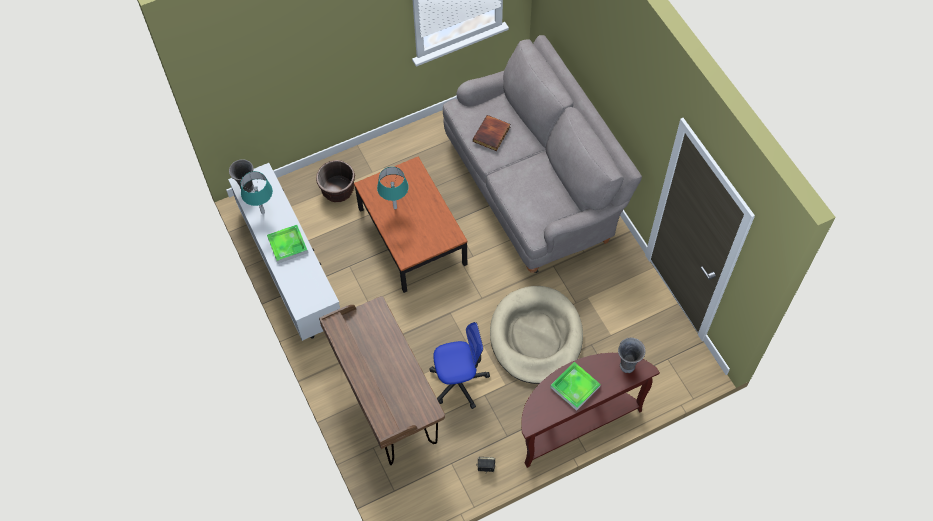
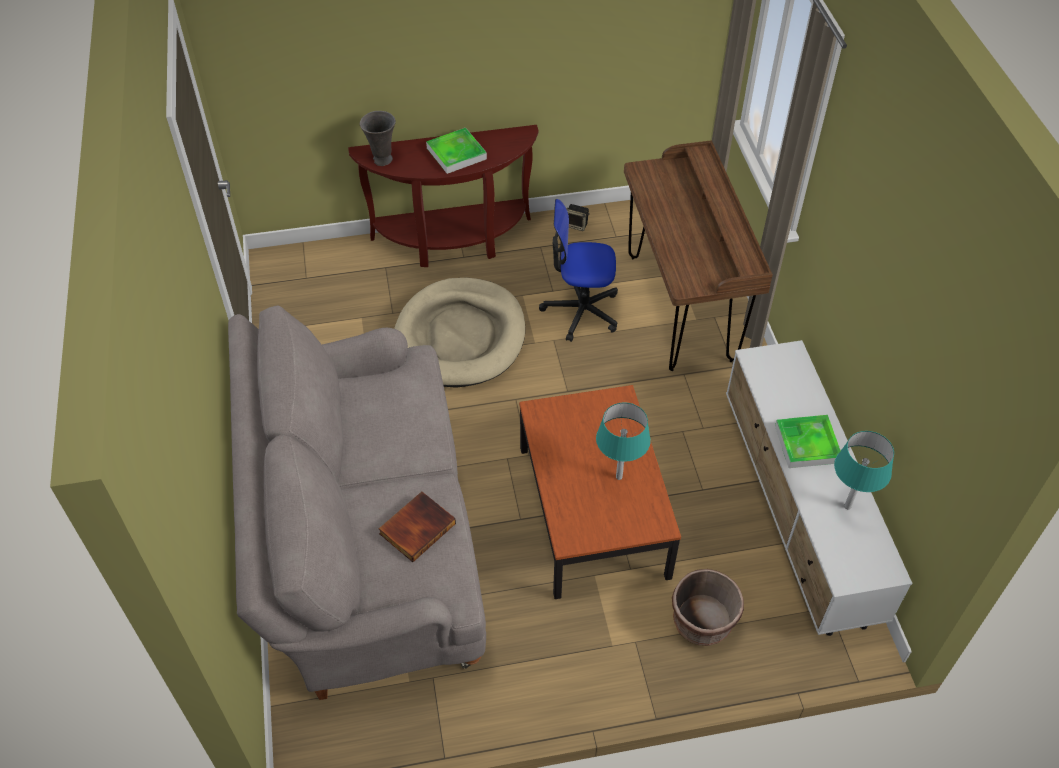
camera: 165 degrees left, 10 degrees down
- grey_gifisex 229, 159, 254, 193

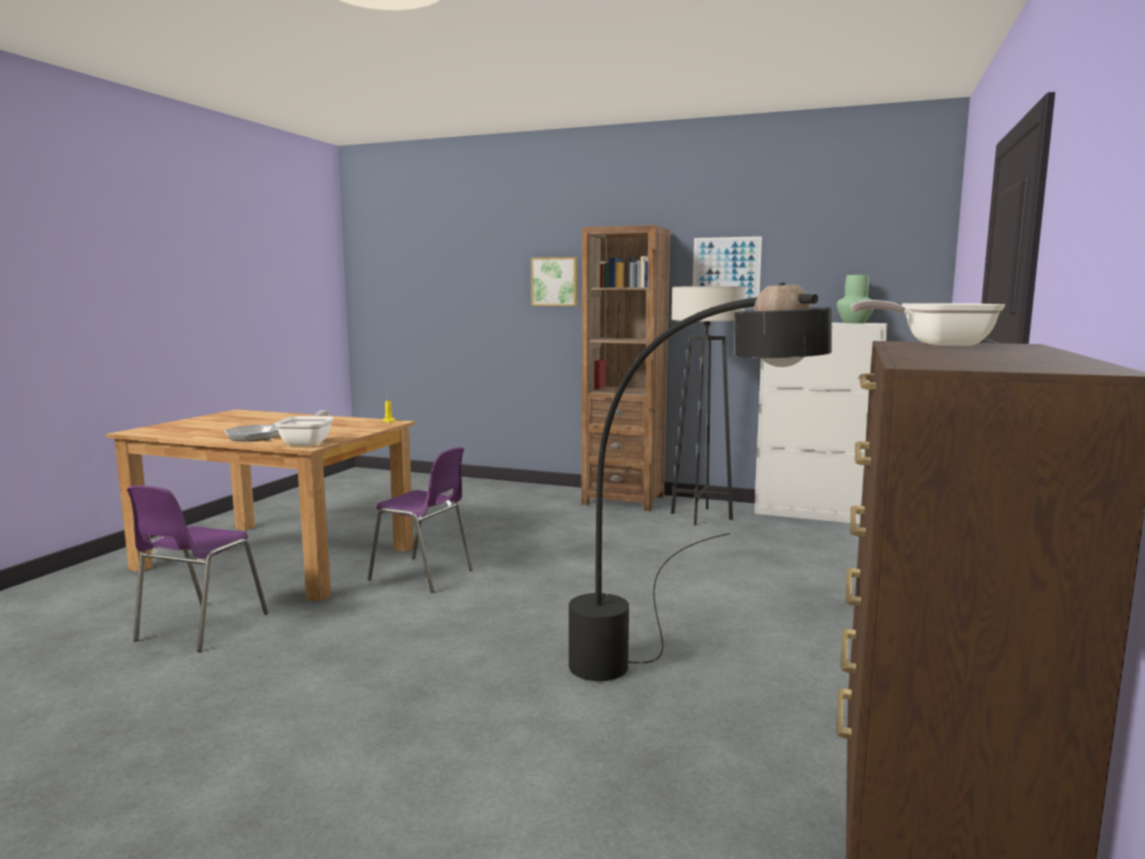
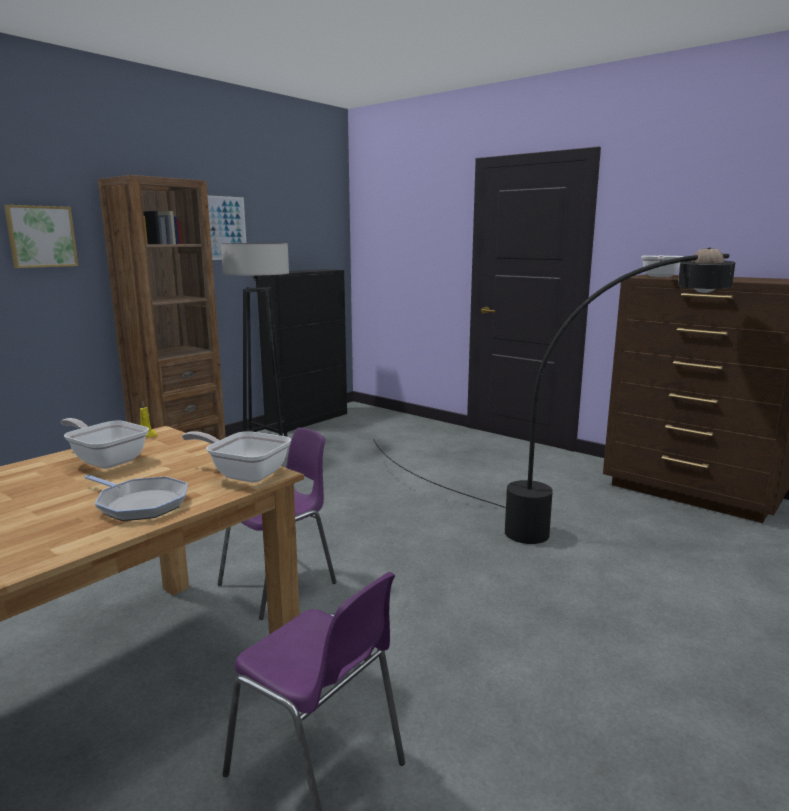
camera: 70 degrees left, 5 degrees up
+ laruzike 60, 418, 149, 469
~ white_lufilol 754, 323, 888, 524 to black_lufilol 257, 269, 347, 433
- green_gifisex 837, 275, 873, 323

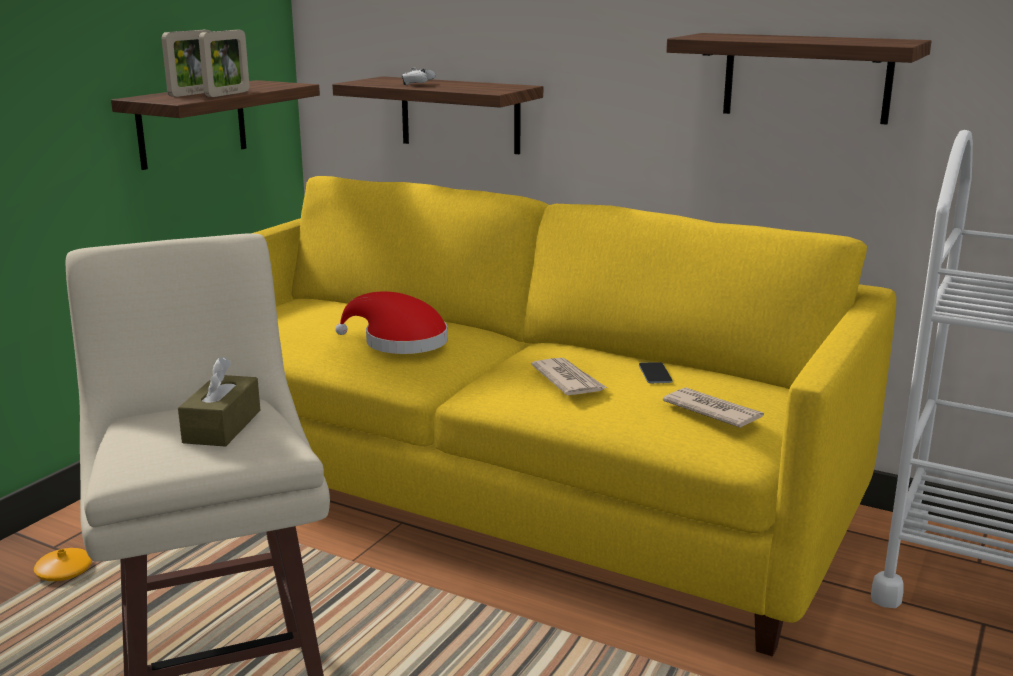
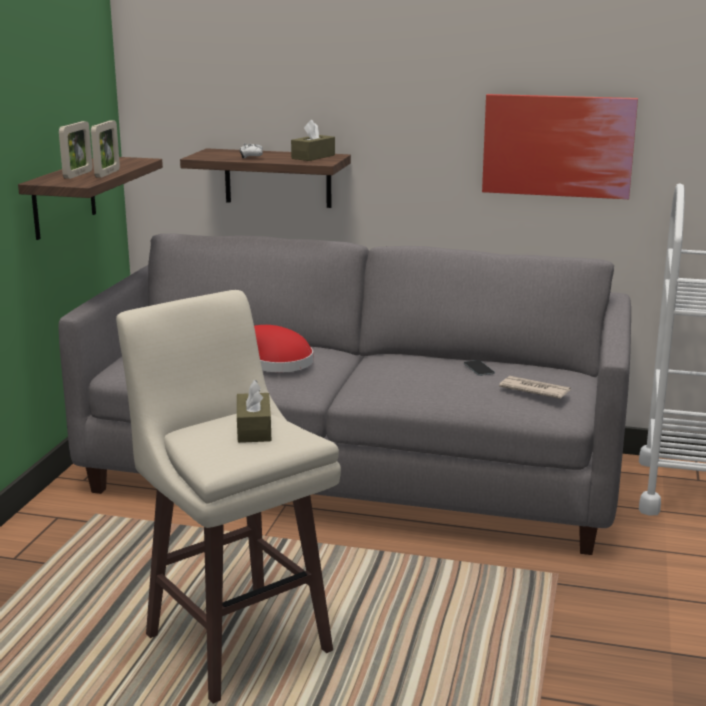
camera: 15 degrees left, 0 degrees up
~ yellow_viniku 254, 176, 896, 657 to grey_viniku 58, 233, 631, 555
+ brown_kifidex 291, 120, 335, 161
~ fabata 666, 33, 932, 125 to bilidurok 482, 94, 638, 199
- orange_gifisex 34, 548, 92, 581
- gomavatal 531, 358, 607, 395

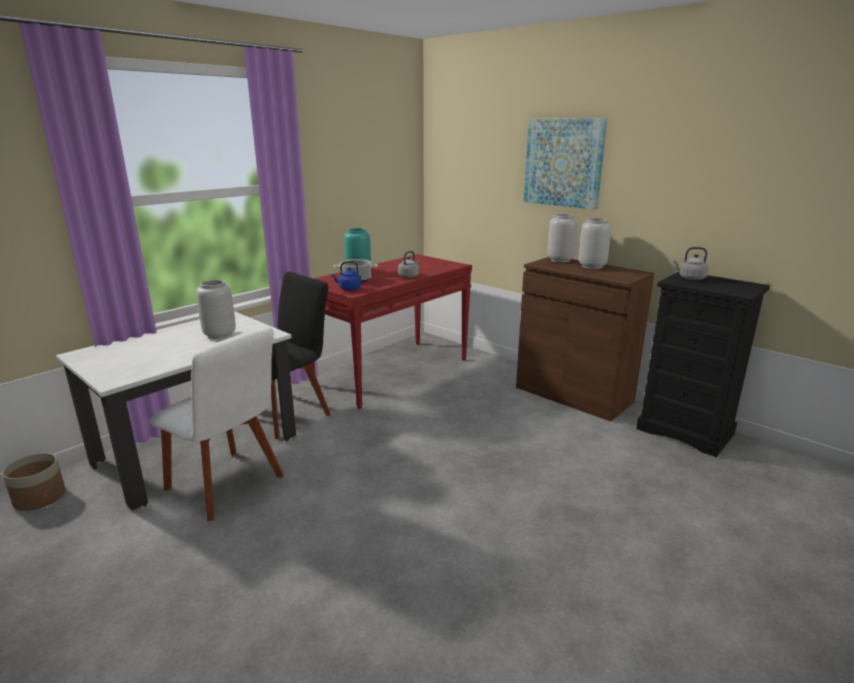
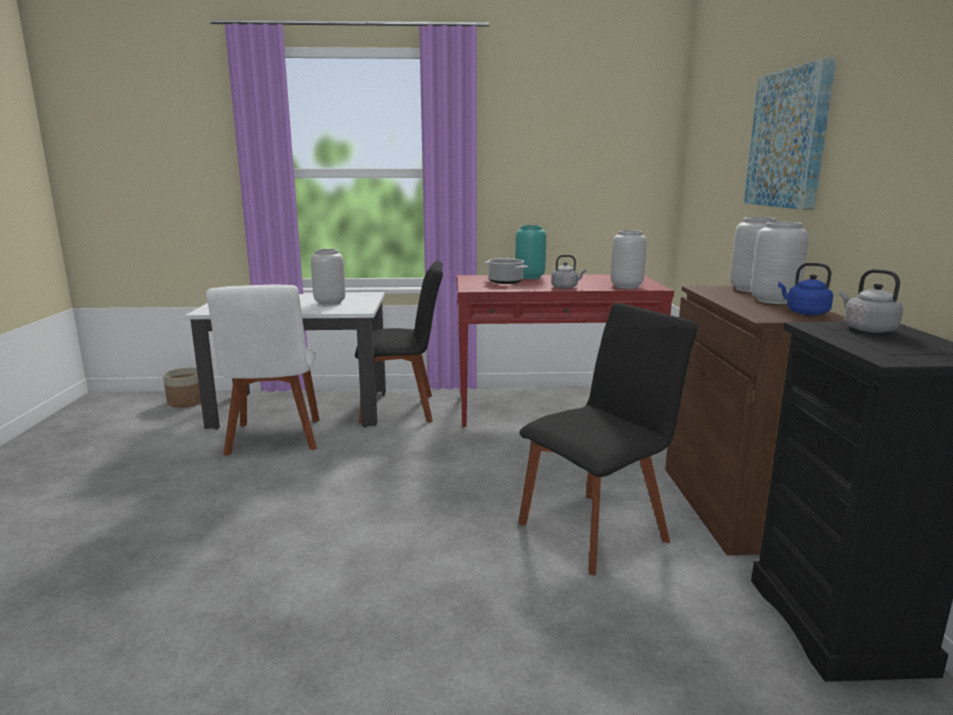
camera: 45 degrees right, 5 degrees down
+ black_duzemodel 518, 303, 698, 575
+ grey_gifisex 611, 230, 647, 289
~ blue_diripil 332, 261, 362, 290 to 778, 263, 833, 315

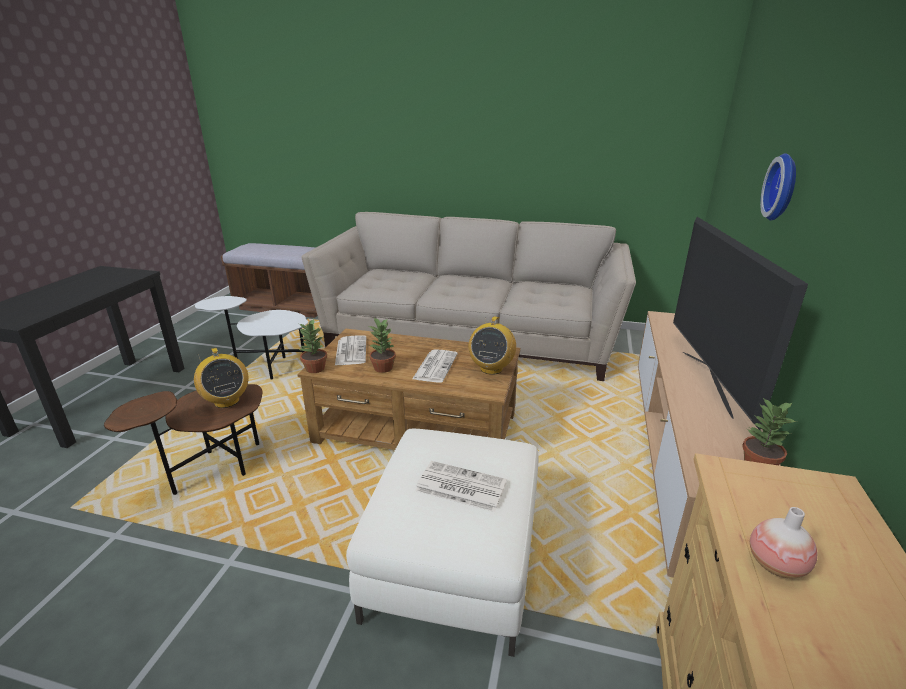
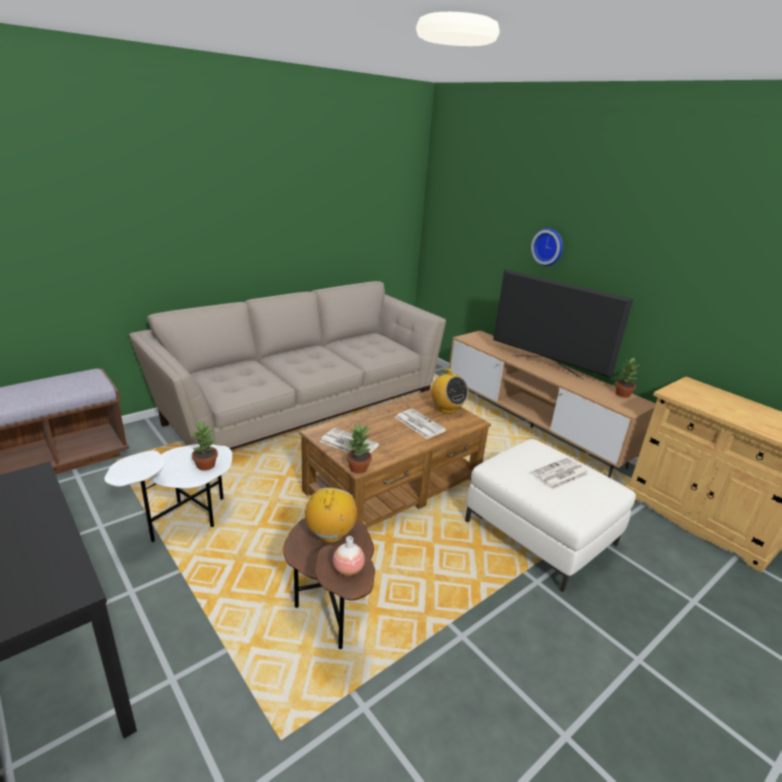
camera: 55 degrees left, 0 degrees up
~ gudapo 369, 317, 396, 373 to 192, 421, 218, 470
~ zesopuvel 194, 348, 249, 408 = 305, 488, 357, 543 90 degrees counterclockwise
~ gifisex 750, 507, 817, 578 to 333, 536, 365, 575

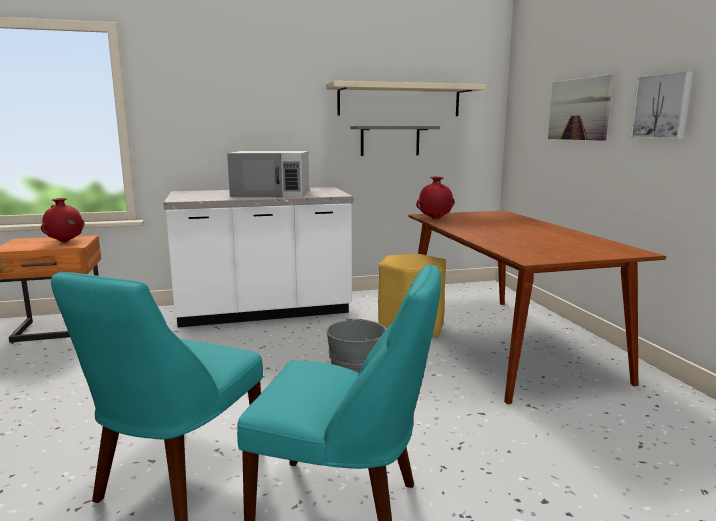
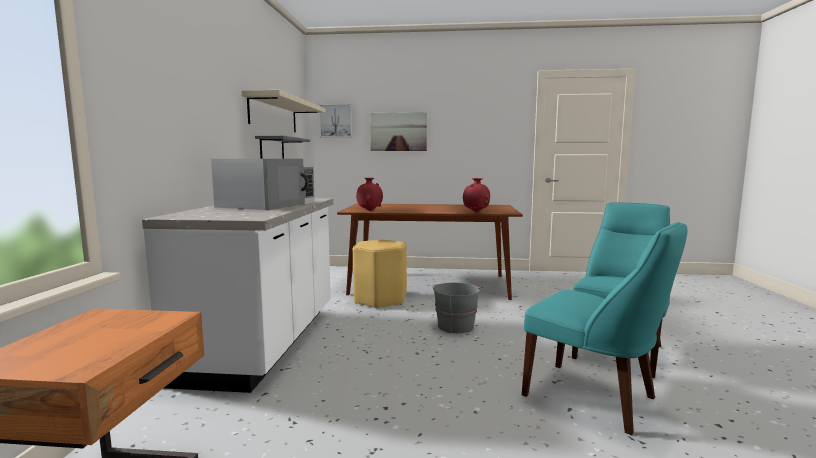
camera: 70 degrees left, 5 degrees down
~ bilidurok 630, 71, 694, 139 to 319, 104, 352, 138
~ red_gifisex 41, 198, 85, 243 to 463, 178, 490, 212

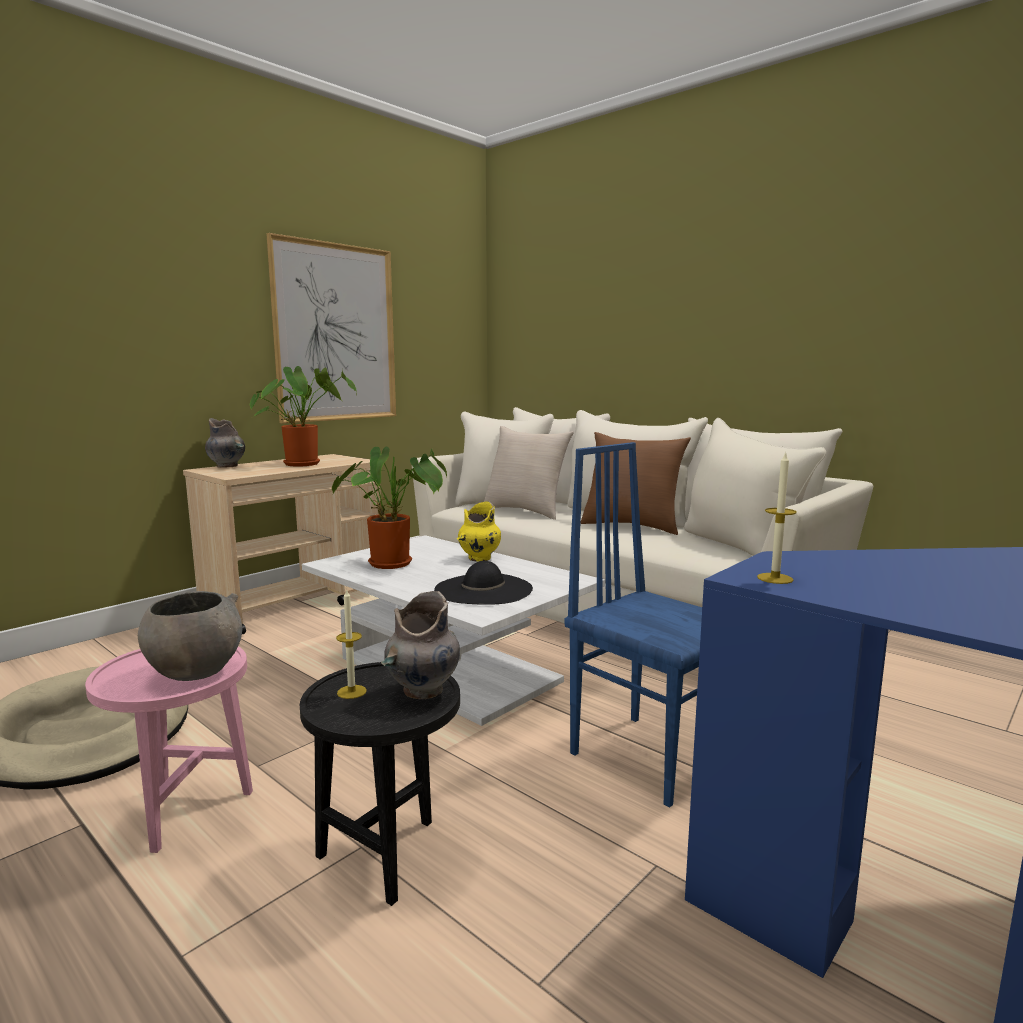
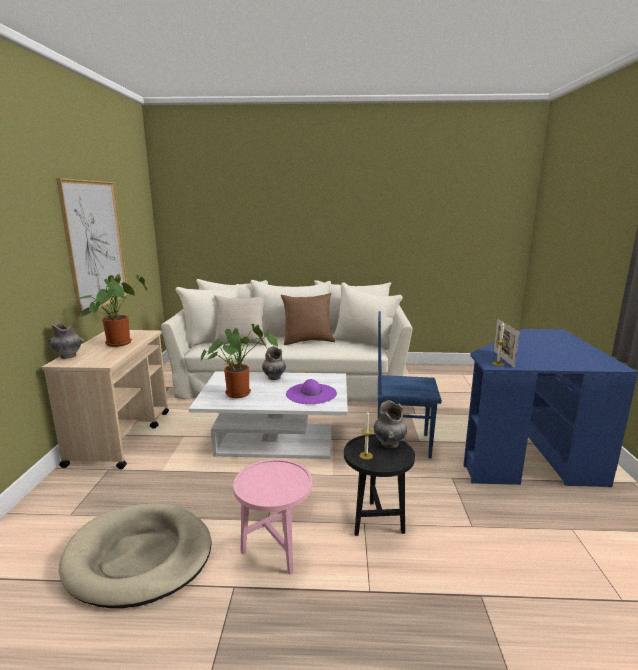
camera: 40 degrees left, 5 degrees up
~ yellow_gifisex 457, 501, 501, 562 to grey_gifisex 262, 346, 286, 380
~ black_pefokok 434, 561, 533, 605 to purple_pefokok 286, 379, 337, 404
+ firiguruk 494, 319, 520, 368
- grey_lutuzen 138, 591, 242, 681

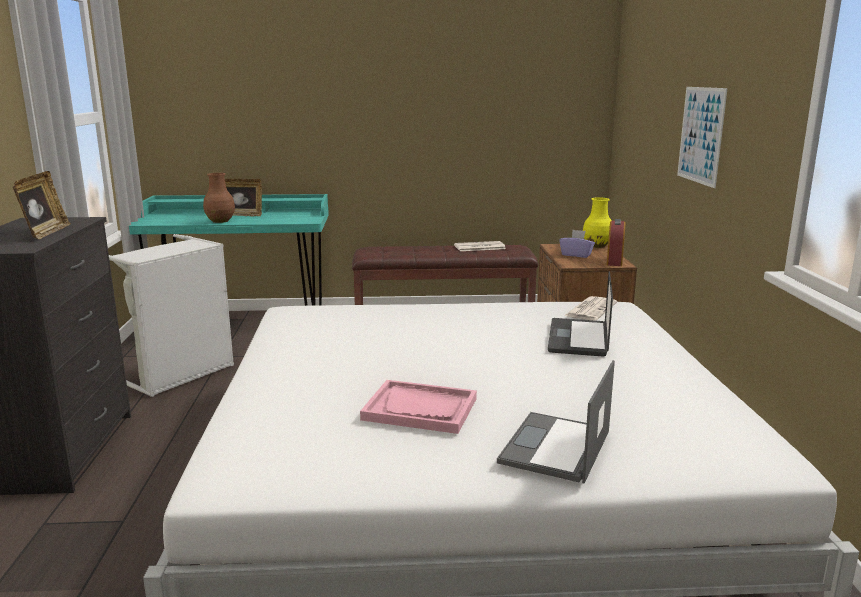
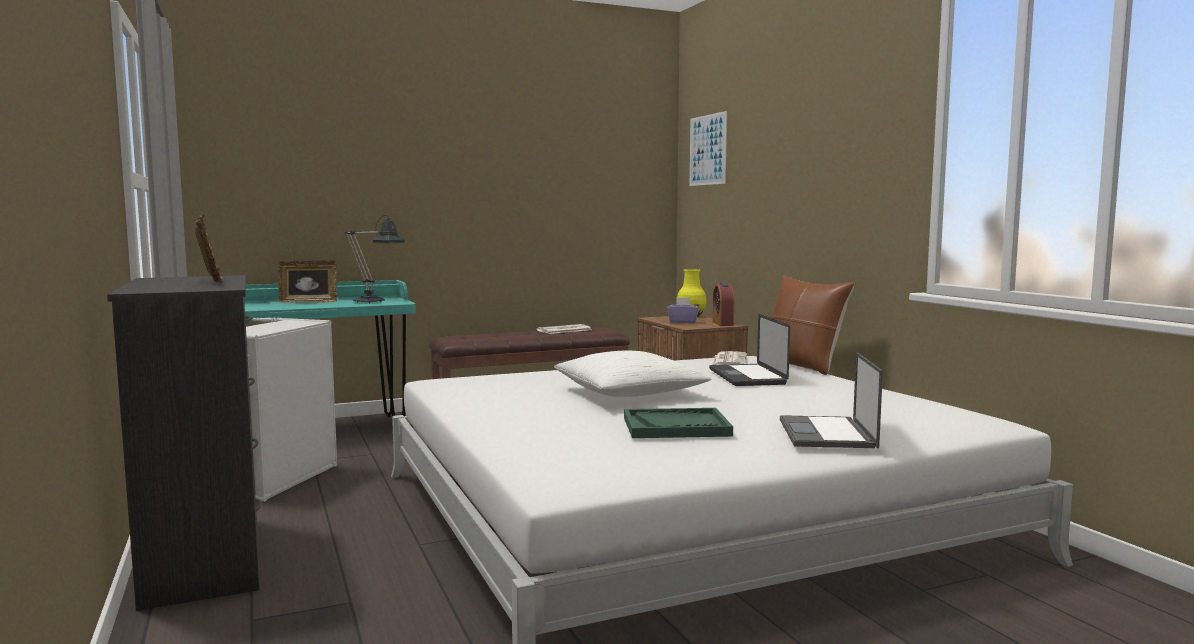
camera: 20 degrees left, 10 degrees down
+ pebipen 345, 215, 405, 304
+ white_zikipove 554, 351, 712, 397
~ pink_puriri 360, 380, 477, 434 to green_puriri 624, 408, 733, 438
~ bilidurok 677, 87, 728, 188 to 690, 111, 727, 186
+ brown_zikipove 770, 276, 855, 375
- brown_gifisex 203, 173, 235, 223

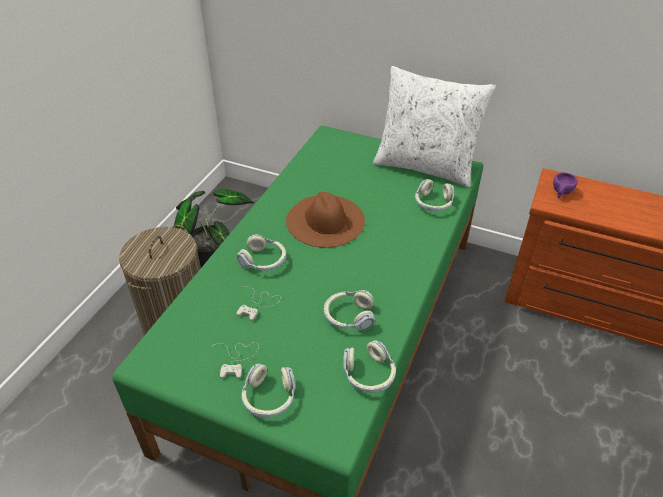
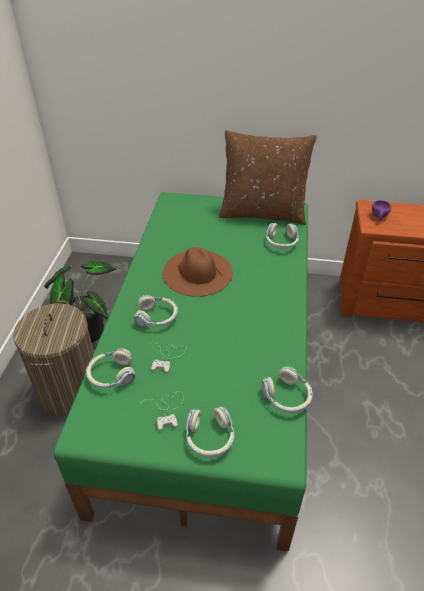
camera: 15 degrees left, 0 degrees up
~ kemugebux 324, 290, 375, 330 to 86, 348, 135, 388
~ white_zikipove 373, 66, 496, 188 to brown_zikipove 219, 130, 317, 225

